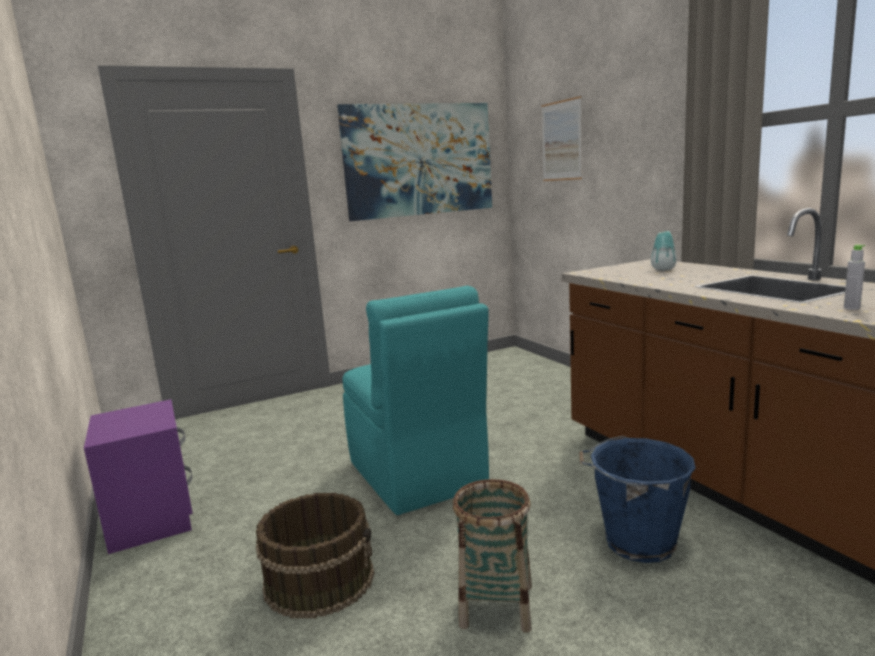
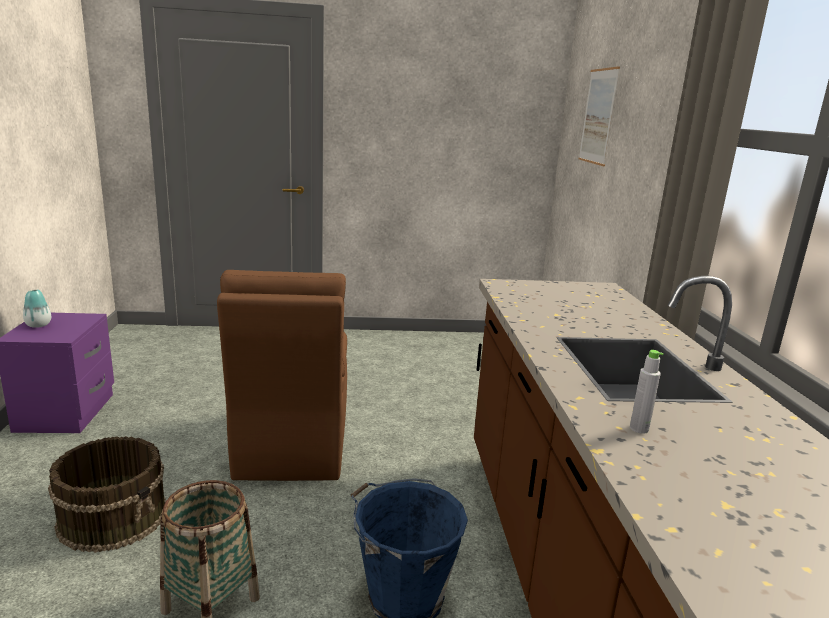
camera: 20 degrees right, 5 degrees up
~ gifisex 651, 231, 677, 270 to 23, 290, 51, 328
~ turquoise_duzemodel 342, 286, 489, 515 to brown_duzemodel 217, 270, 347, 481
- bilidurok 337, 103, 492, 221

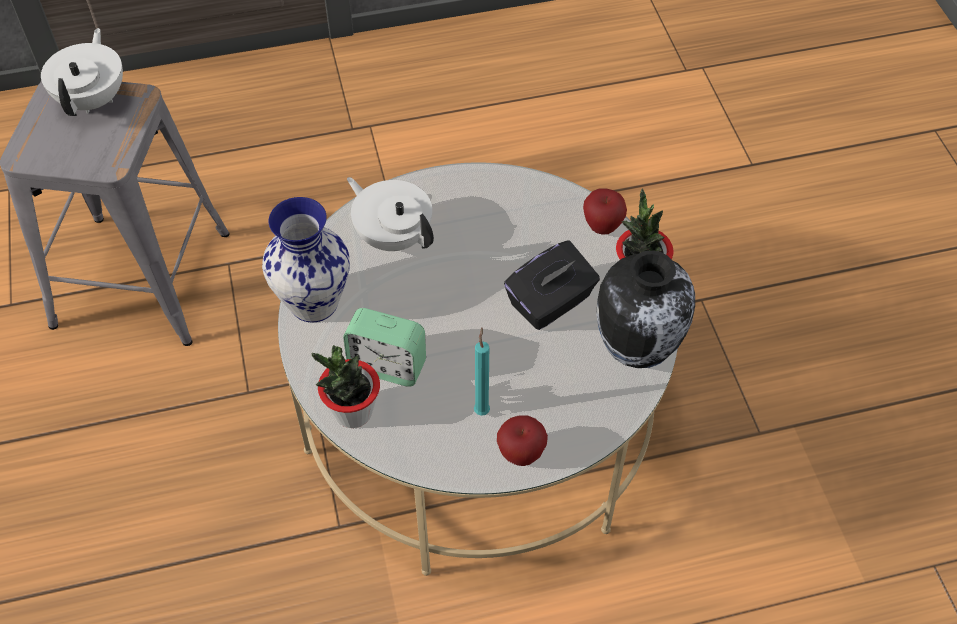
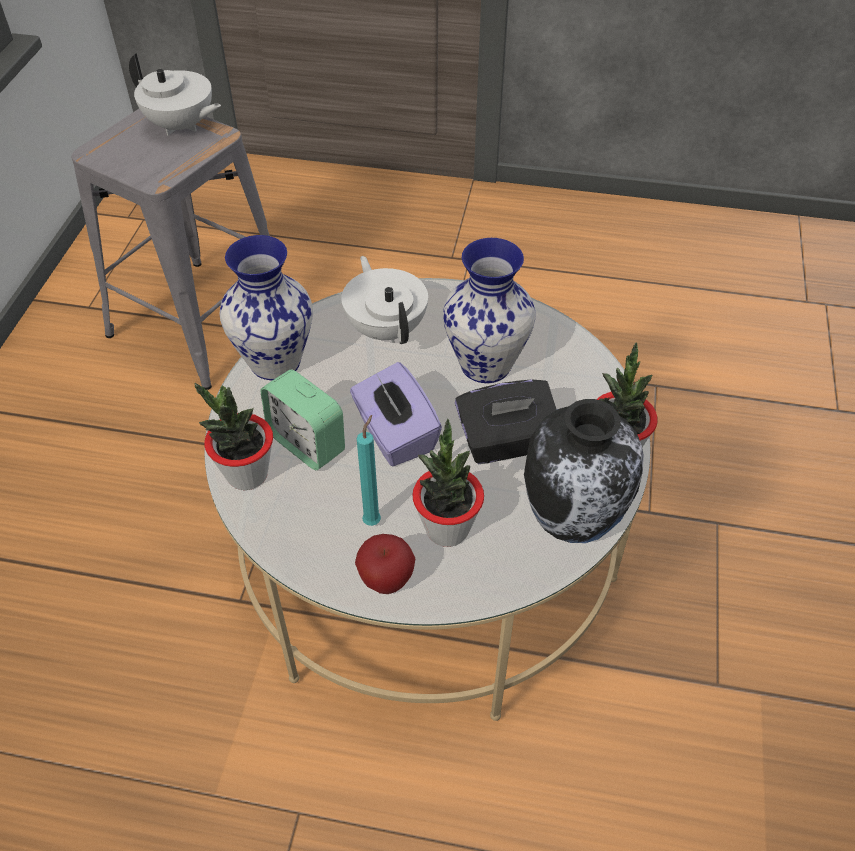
camera: 25 degrees right, 5 degrees down
~ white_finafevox 41, 28, 123, 116 = 129, 53, 221, 135 90 degrees clockwise
+ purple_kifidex 350, 362, 442, 466
+ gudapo 413, 419, 484, 547
+ gifisex 443, 238, 535, 383
- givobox 583, 188, 627, 235

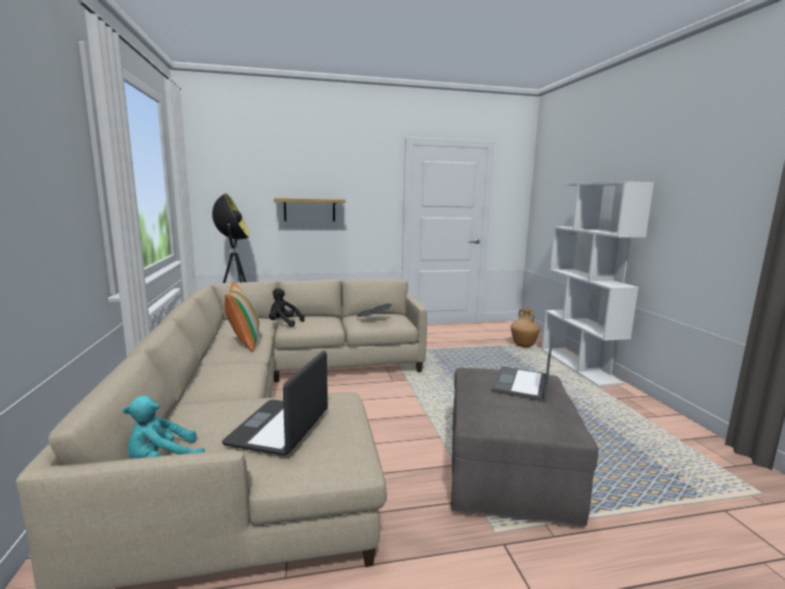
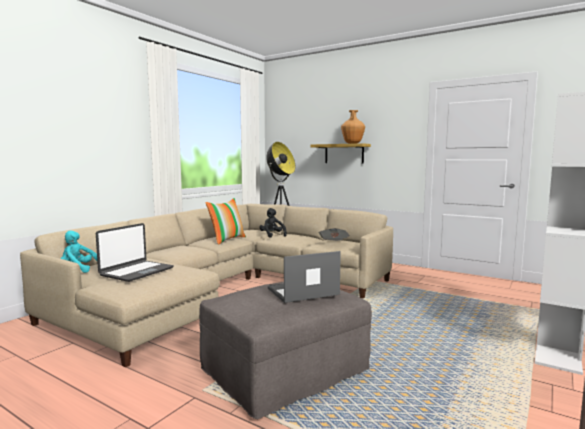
camera: 45 degrees right, 5 degrees down
~ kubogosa 222, 351, 328, 456 = 96, 223, 174, 282 150 degrees clockwise
~ brown_gifisex 511, 308, 540, 347 to 341, 110, 365, 144

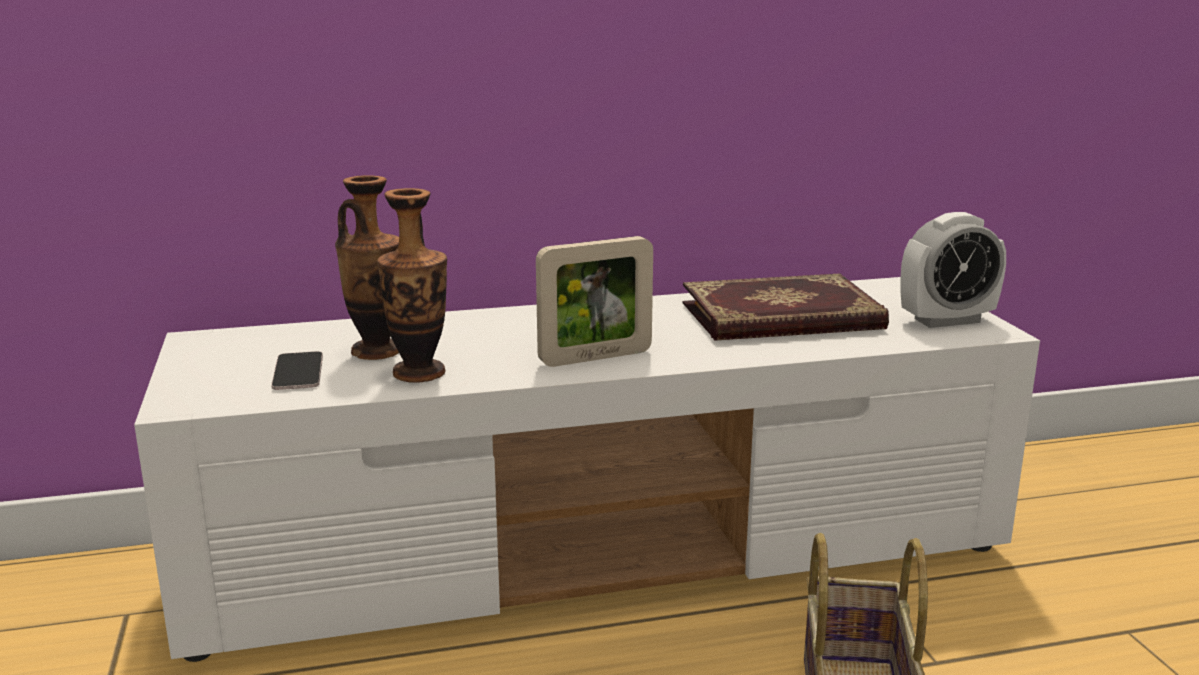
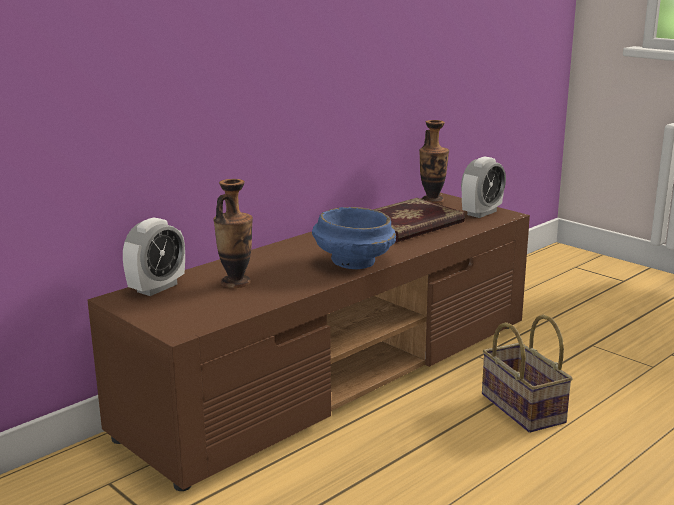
camera: 30 degrees left, 0 degrees up
~ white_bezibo 134, 277, 1040, 662 to brown_bezibo 88, 193, 530, 491
+ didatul 123, 217, 185, 296
~ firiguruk 536, 236, 653, 367 to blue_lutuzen 312, 207, 396, 269
~ gifisex 377, 188, 447, 383 to 419, 120, 449, 204
- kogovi 271, 351, 323, 390

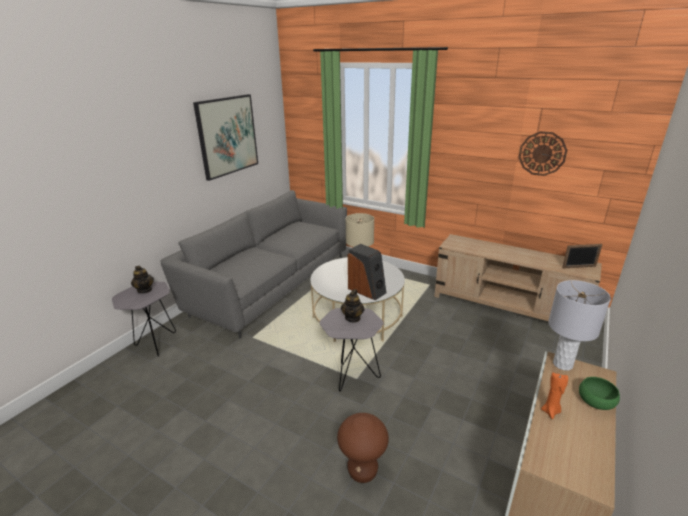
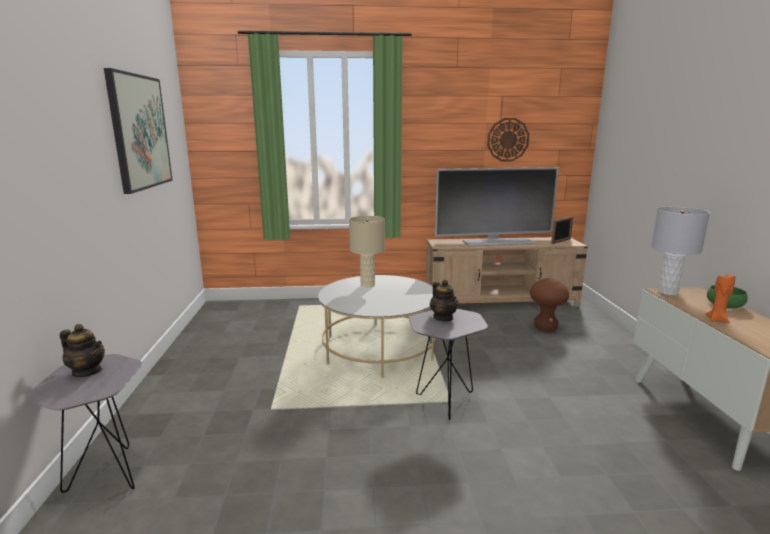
camera: 35 degrees left, 10 degrees down
+ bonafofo 435, 167, 559, 246
~ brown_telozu 337, 413, 389, 483 to 530, 278, 569, 332
- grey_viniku 160, 190, 347, 339
- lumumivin 348, 244, 386, 300

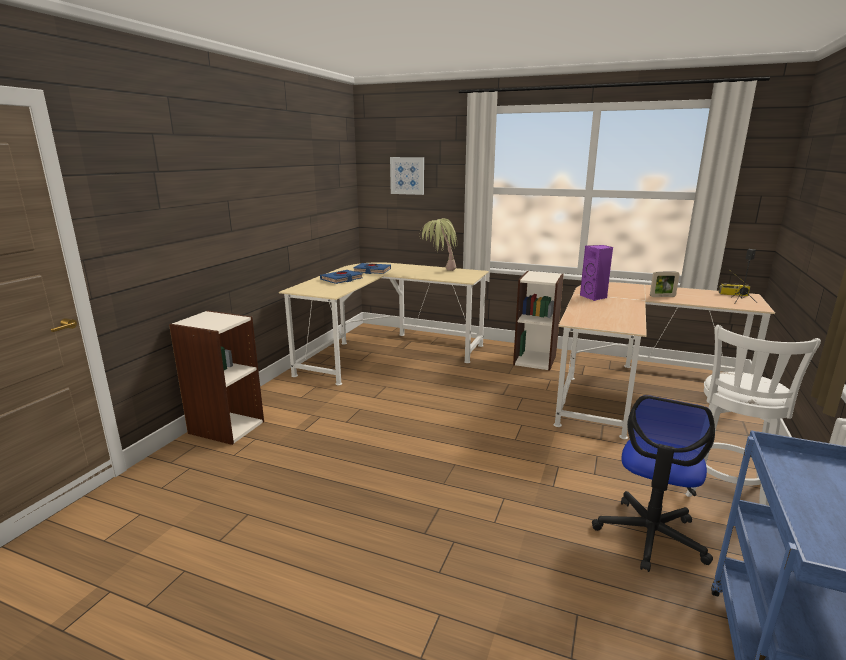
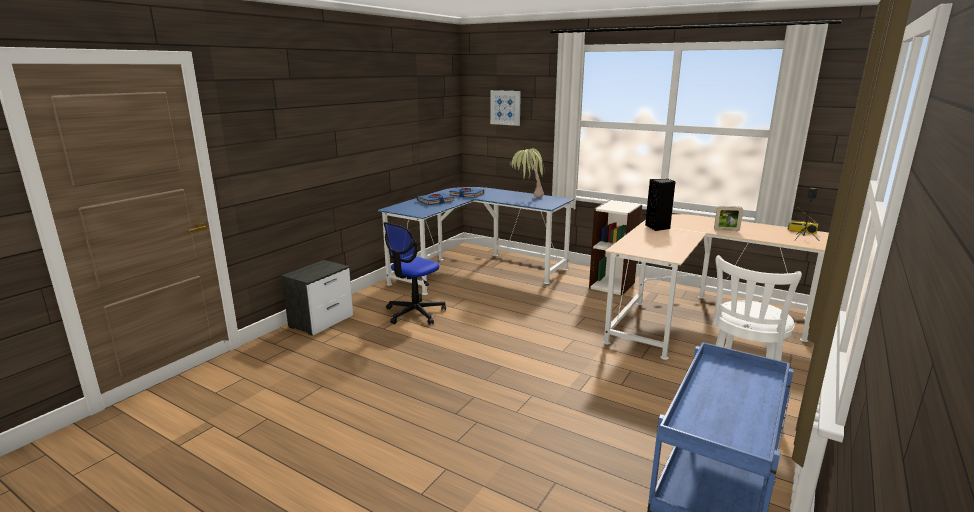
camera: 10 degrees right, 0 degrees up
~ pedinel 169, 310, 264, 445 to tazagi 281, 260, 353, 336
~ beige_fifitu 279, 262, 489, 385 to blue_fifitu 377, 187, 574, 295
~ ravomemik 592, 395, 715, 572 to 384, 222, 446, 325
~ purple_lumumivin 580, 245, 613, 301 to black_lumumivin 645, 179, 676, 231

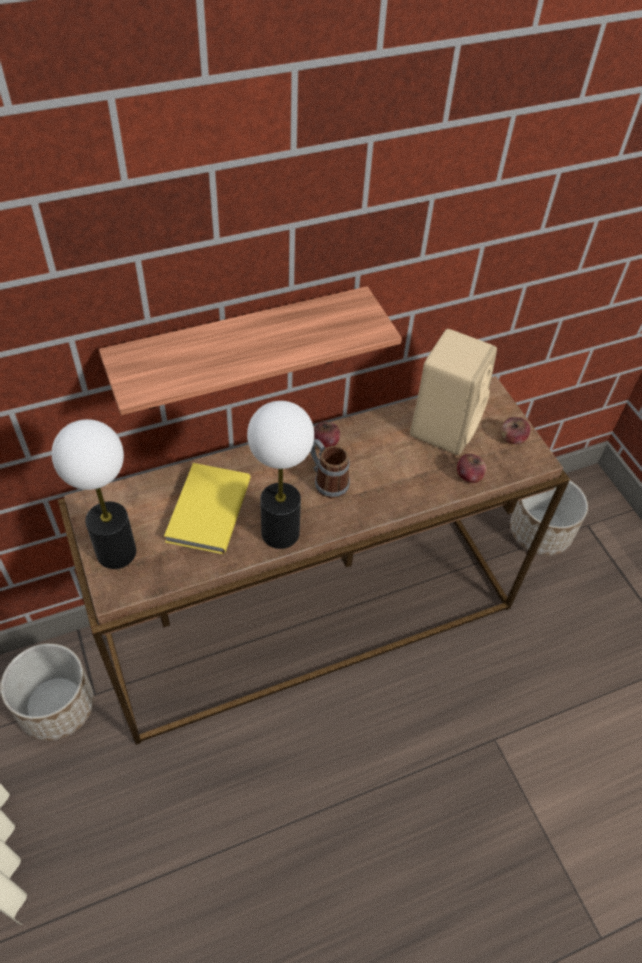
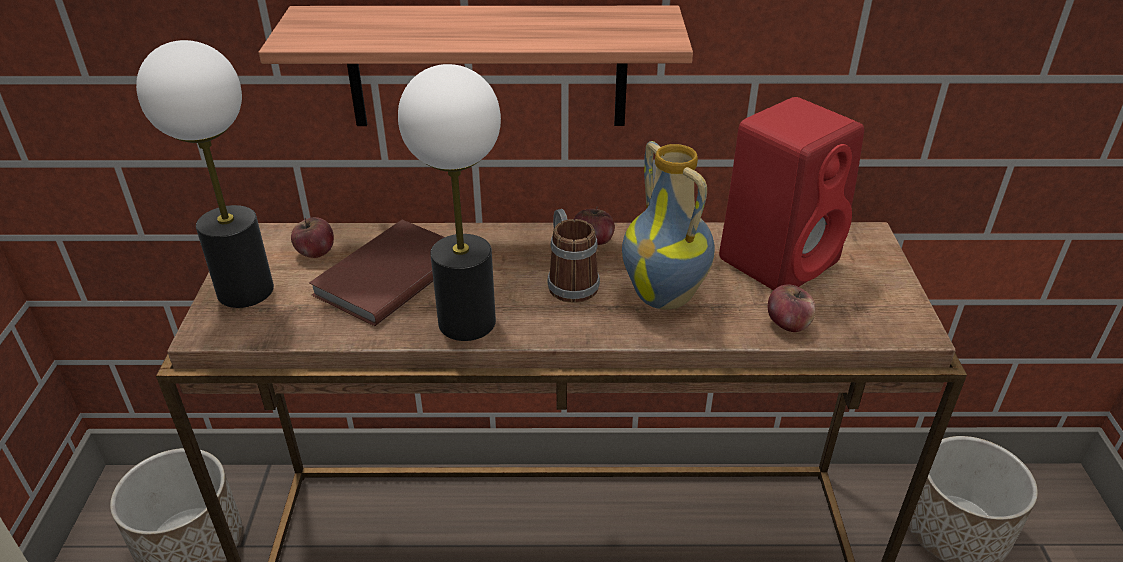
camera: 25 degrees right, 15 degrees down
~ givobox 501, 417, 530, 444 to 291, 217, 334, 258
~ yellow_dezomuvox 164, 463, 251, 554 to brown_dezomuvox 309, 220, 444, 326
+ gifisex 622, 141, 715, 310
~ beige_lumumivin 410, 329, 497, 455 to red_lumumivin 719, 97, 864, 290

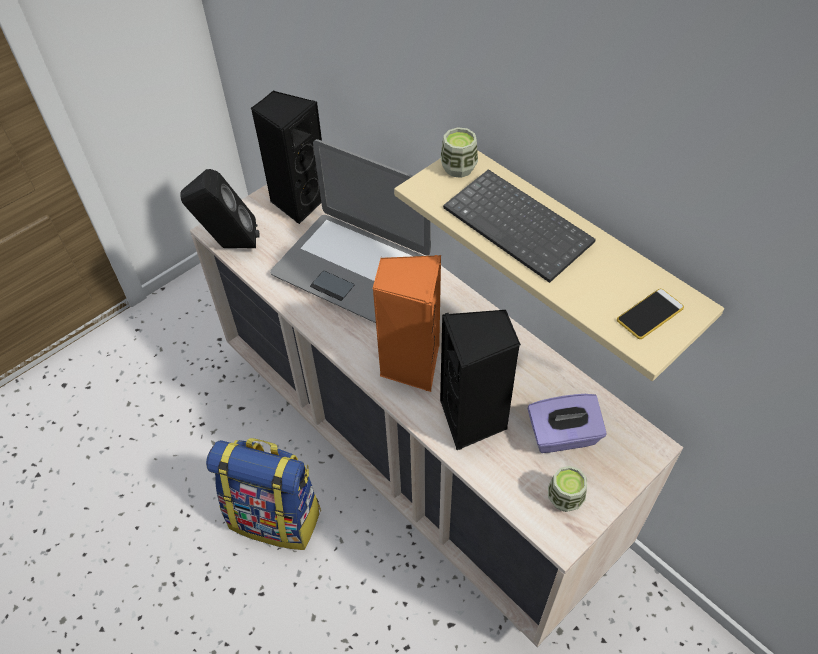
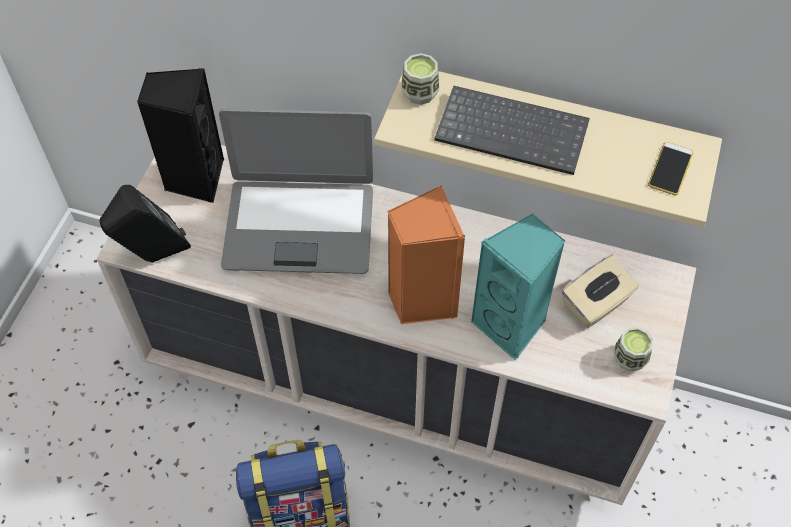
camera: 30 degrees left, 5 degrees up
~ black_lumumivin 440, 310, 521, 450 to turquoise_lumumivin 471, 213, 565, 361
~ purple_kifidex 528, 394, 607, 453 to beige_kifidex 562, 255, 639, 328

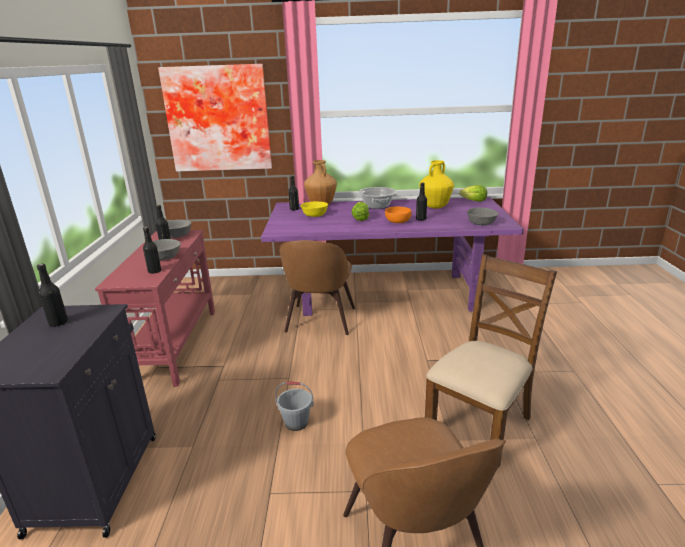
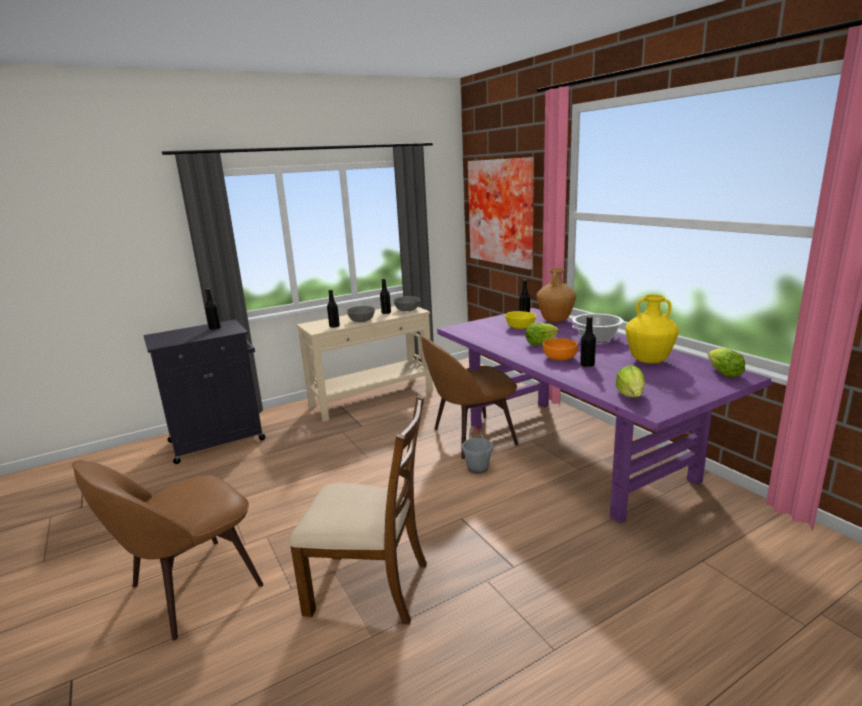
camera: 60 degrees right, 5 degrees down
~ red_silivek 95, 230, 215, 387 to beige_silivek 296, 306, 433, 422
~ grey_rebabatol 275, 381, 314, 431 to 462, 426, 493, 474
~ grey_lutuzen 467, 208, 499, 225 to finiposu 615, 365, 645, 397

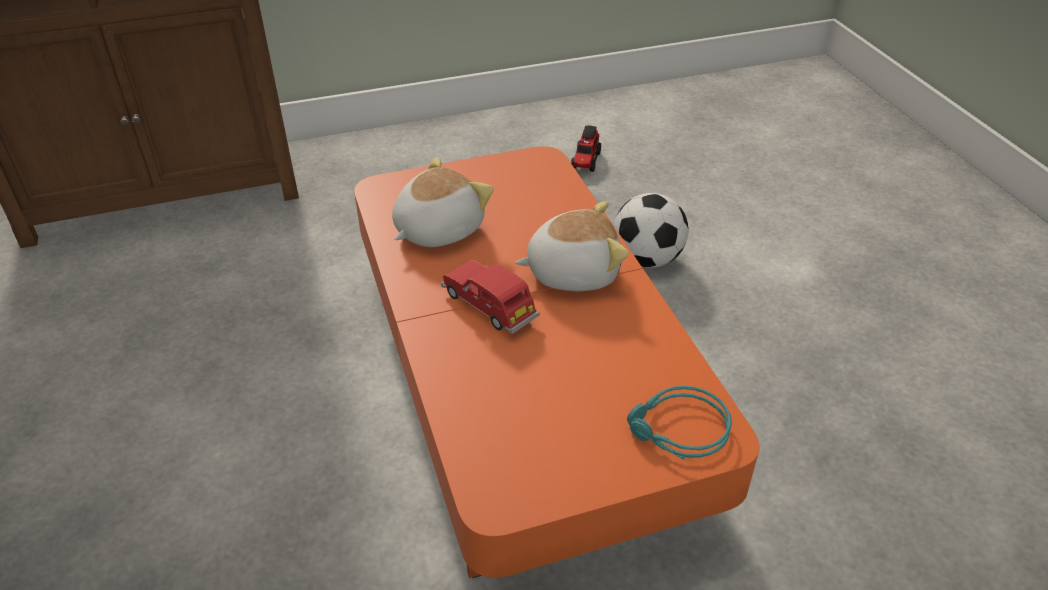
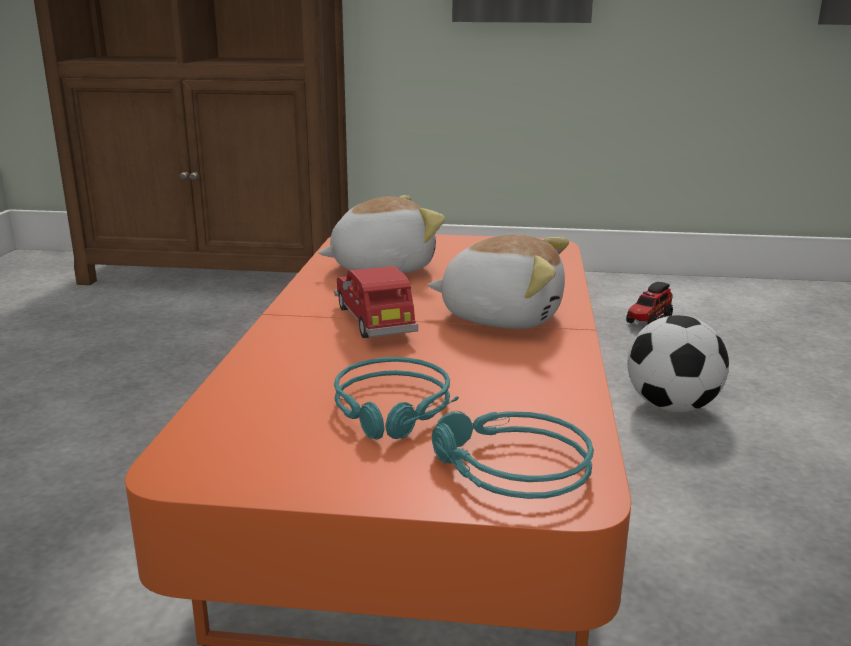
camera: 25 degrees right, 20 degrees down
+ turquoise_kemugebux 334, 357, 459, 440

